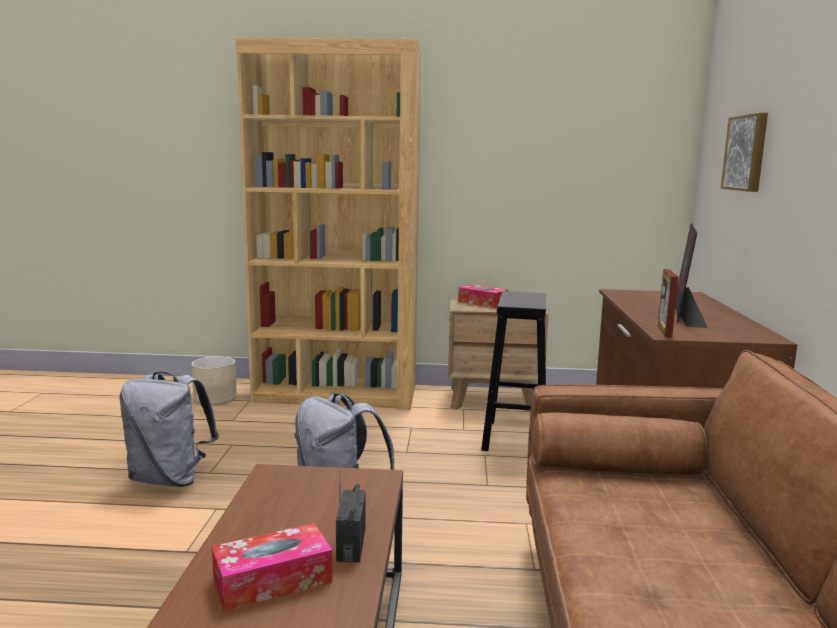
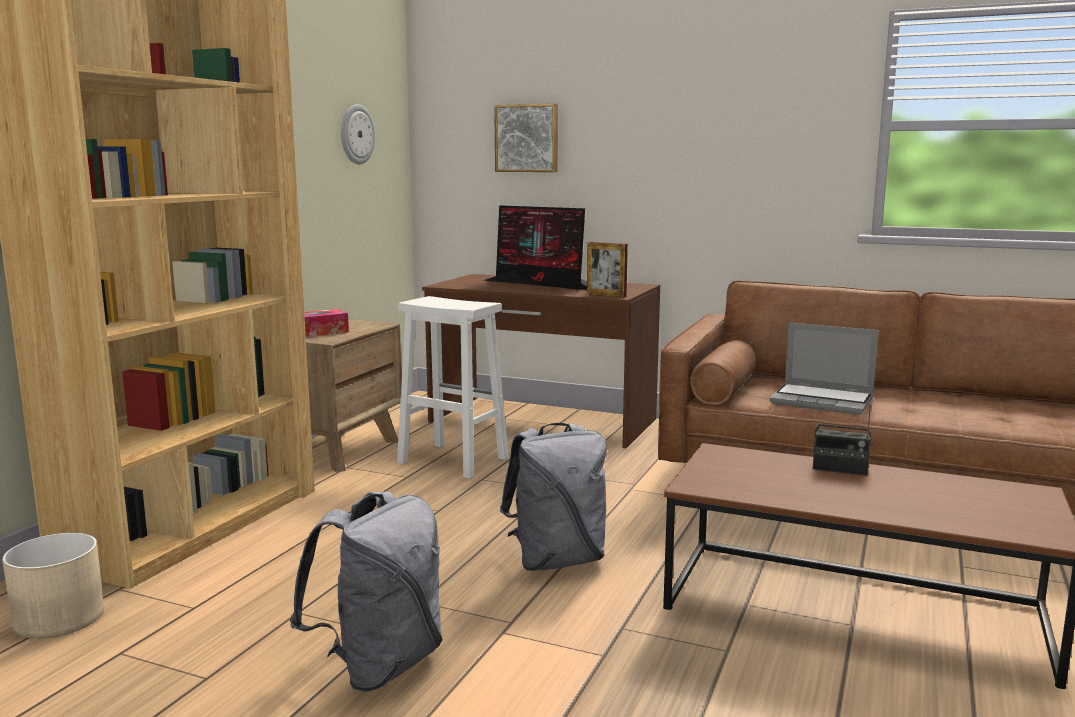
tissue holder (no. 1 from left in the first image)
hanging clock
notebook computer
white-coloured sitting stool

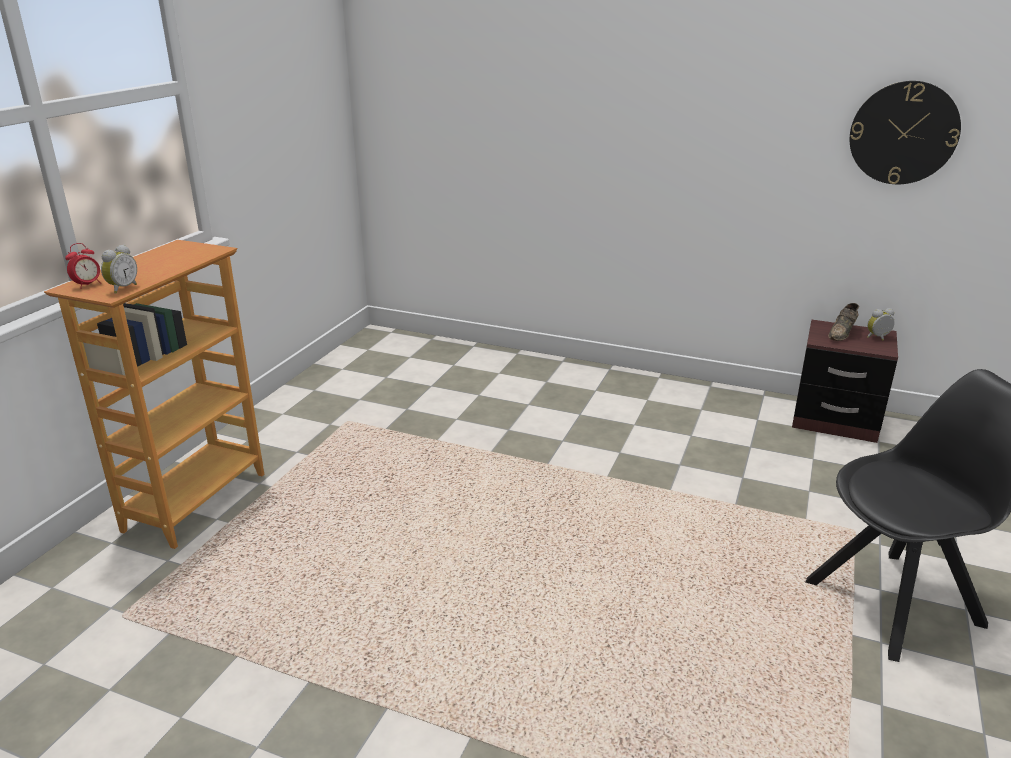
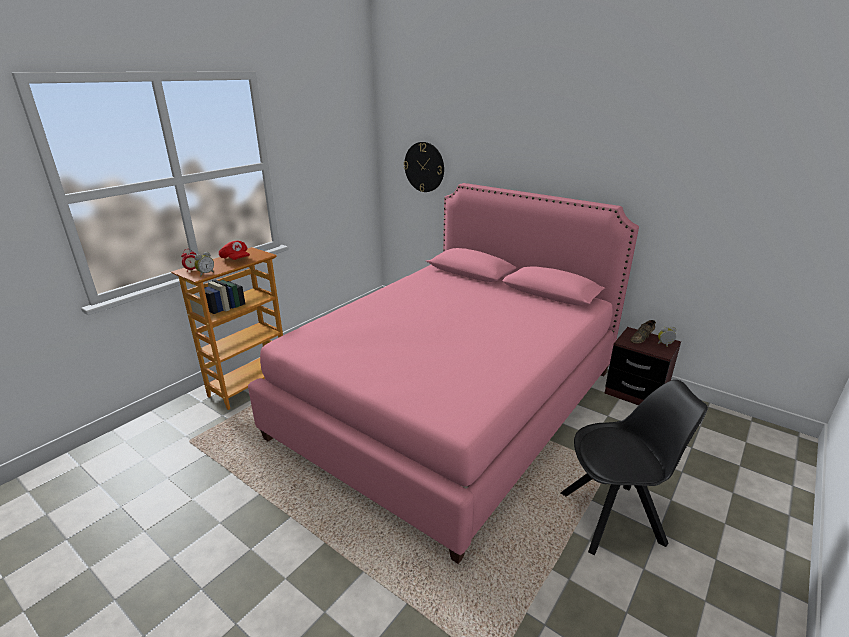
red peaked cap
pink-coloured sleeping bed
hanging clock

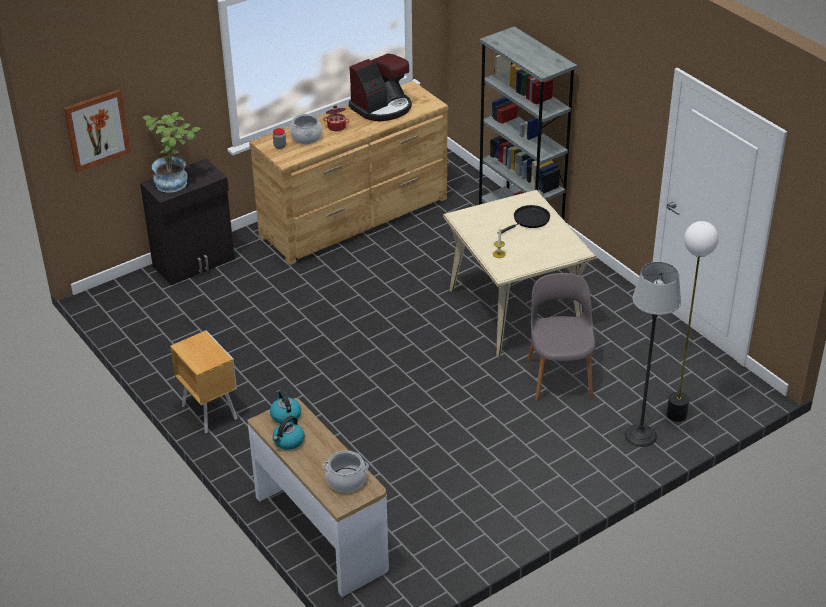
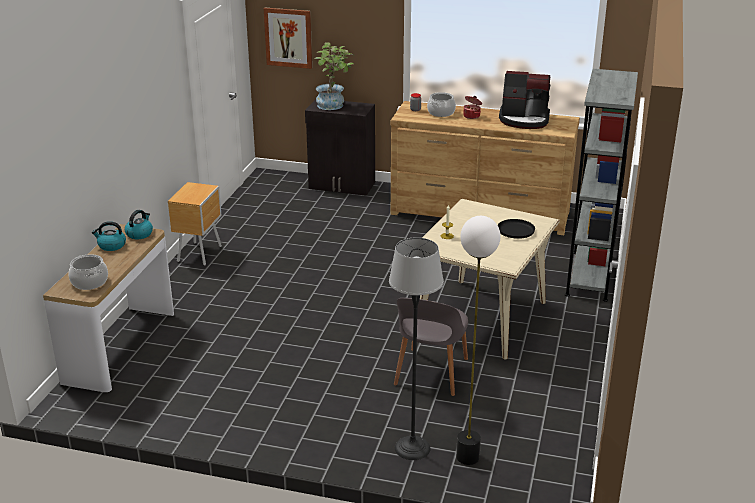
gray chair

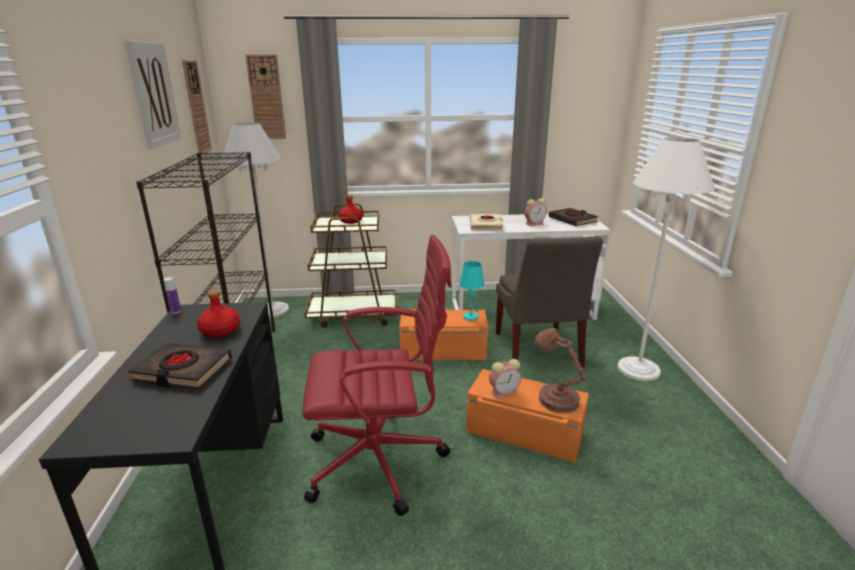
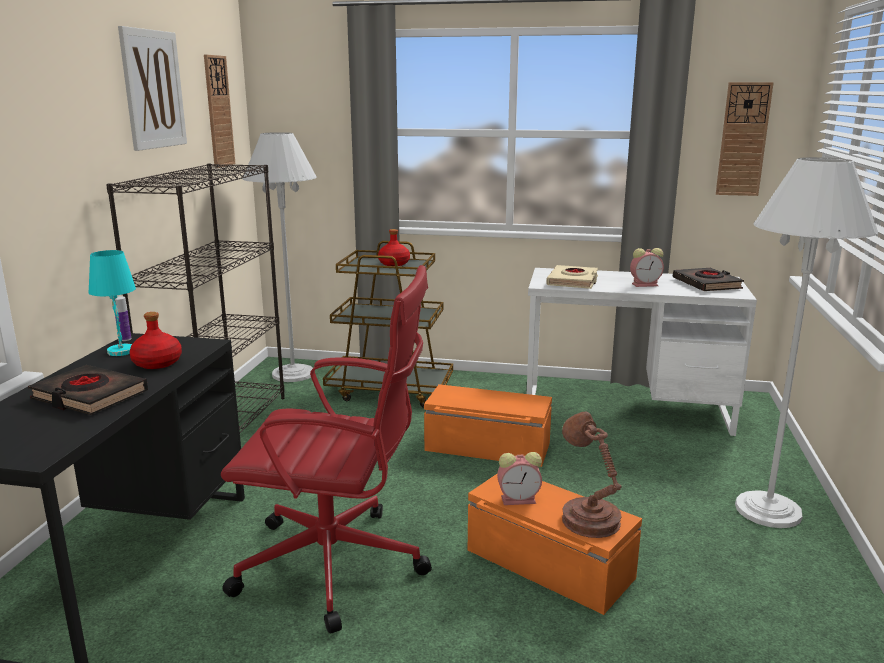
gray chair
hanging clock (no. 2 from left)
turquoise lamp for a table

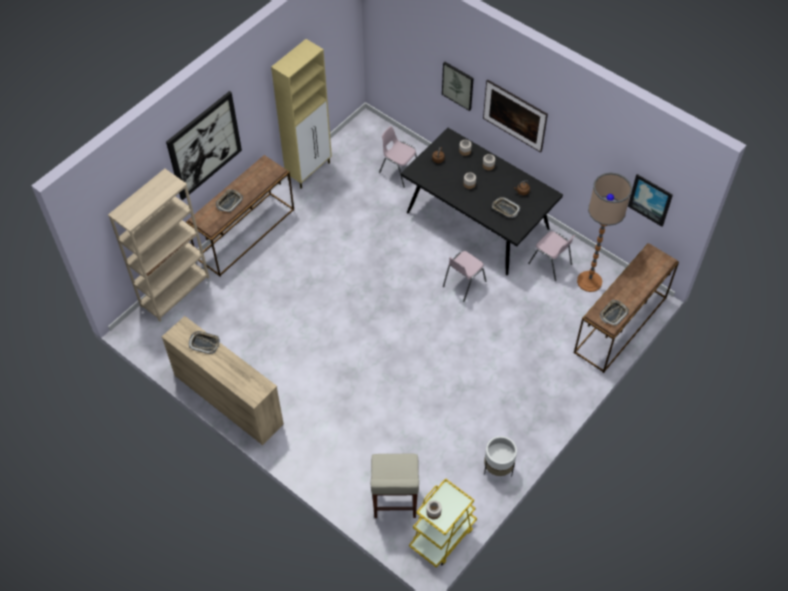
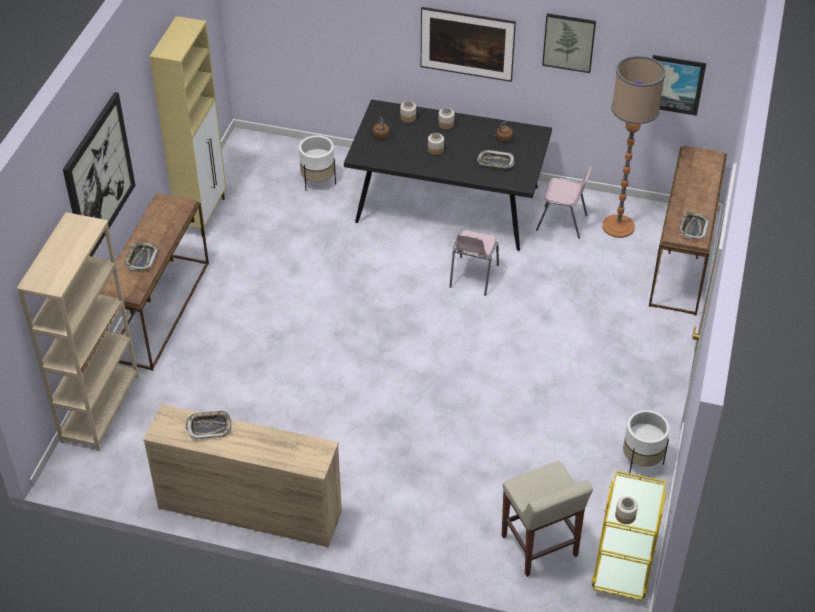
picture (no. 3 from left)
white-coloured plant pot (no. 1 from left)

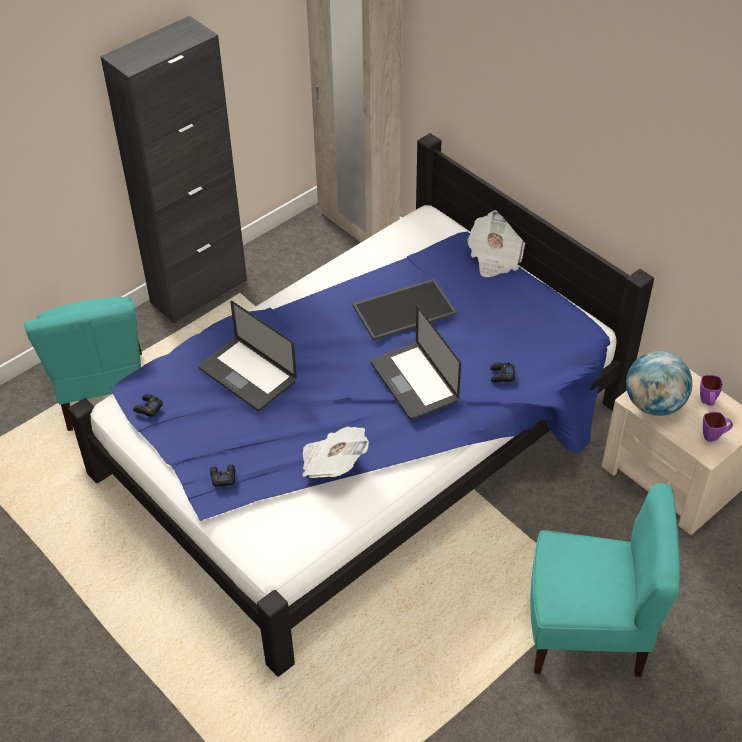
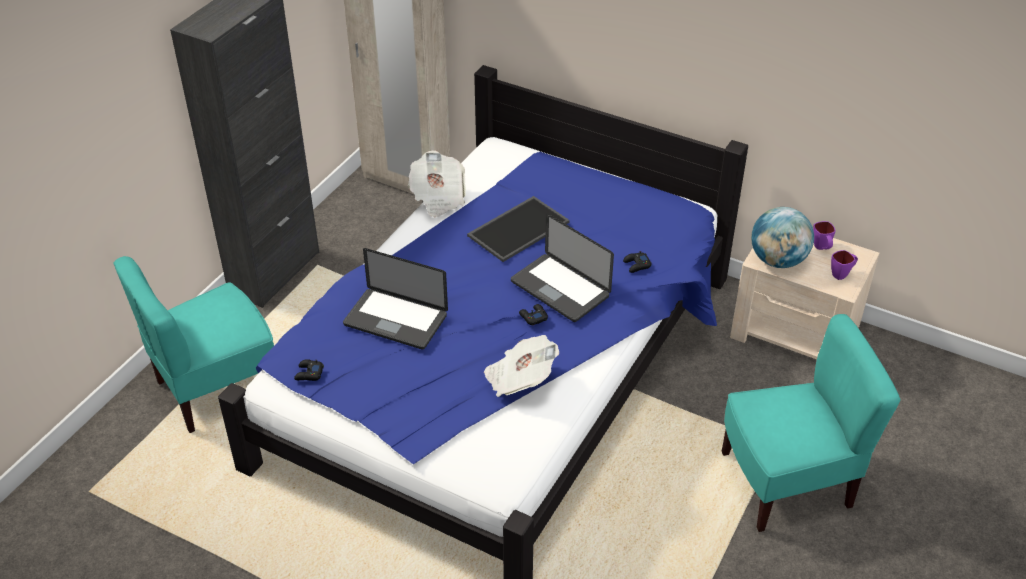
black-coloured gamepad (no. 2 from left)
newspaper (no. 1 from left)
turquoise chair (no. 1 from left)

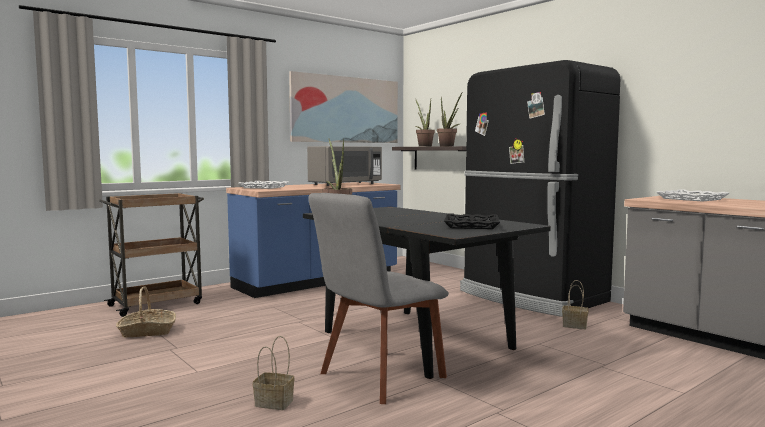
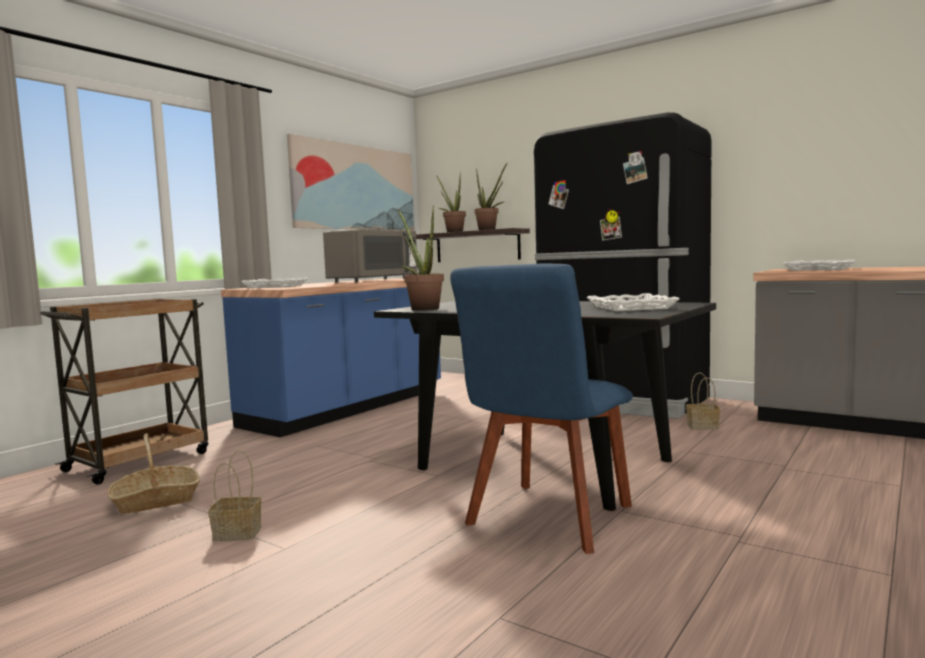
storage basket (no. 2 from left)
bluish chair
white-coloured serving tray (no. 2 from left)

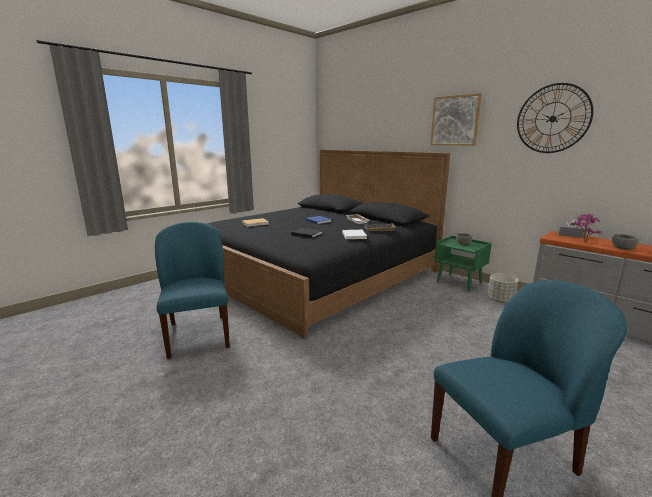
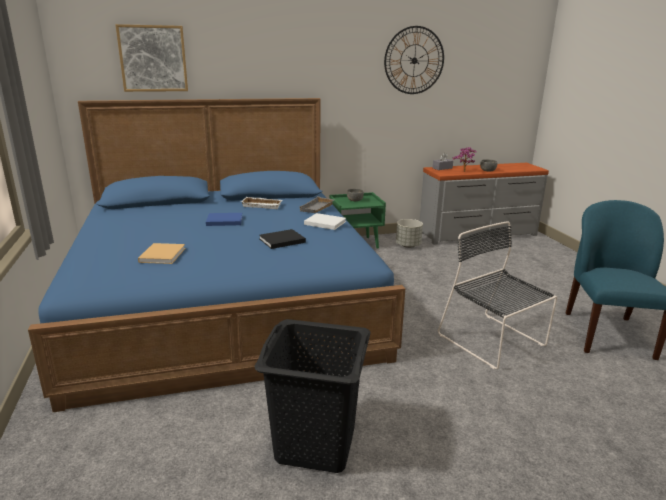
black-coloured chair
picture
black-coloured washing basket
bluish sleeping bed

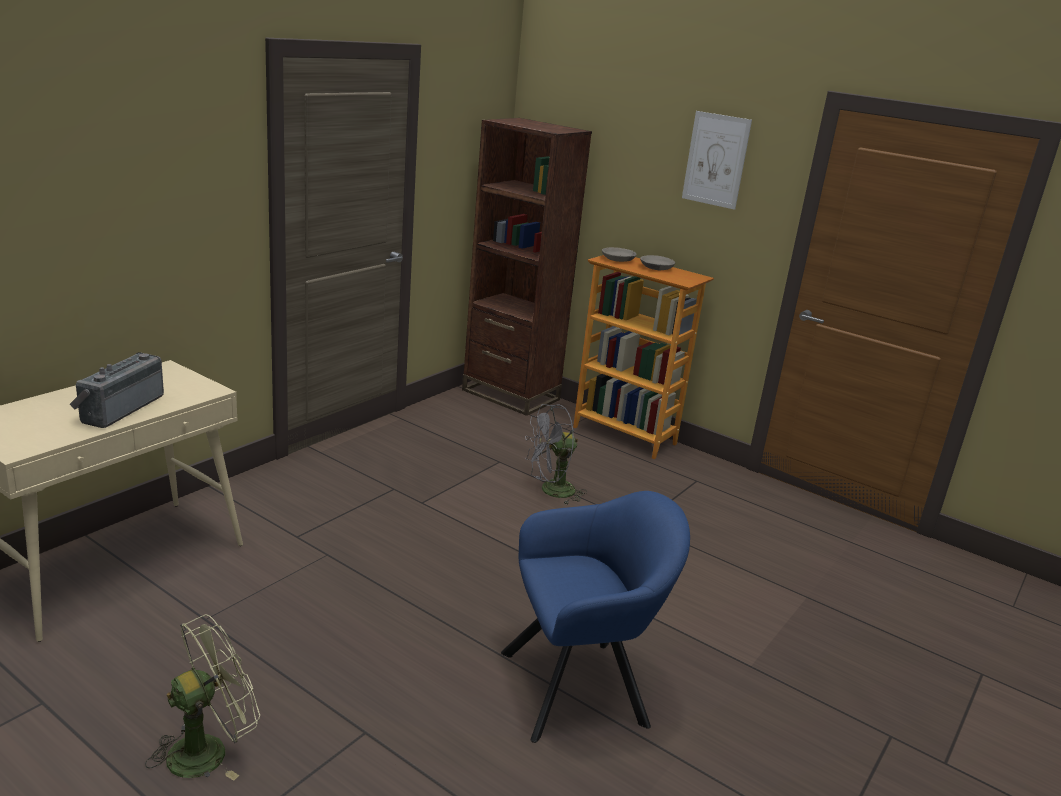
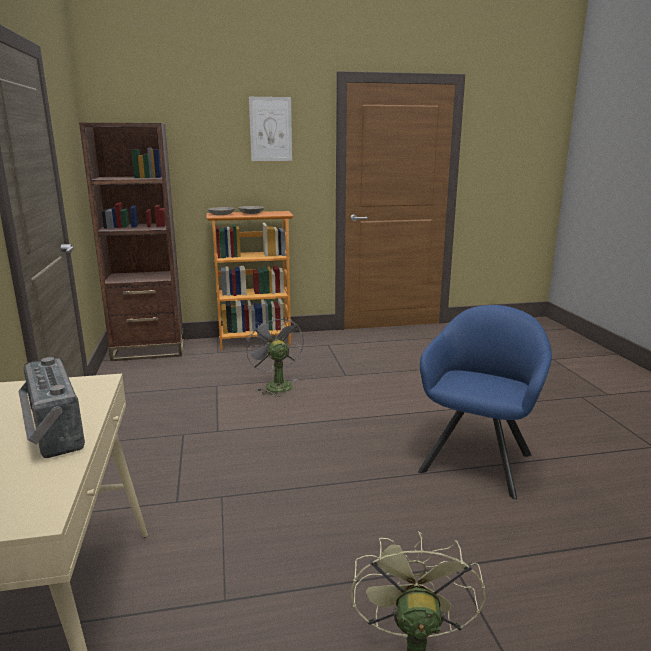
gray electric fan

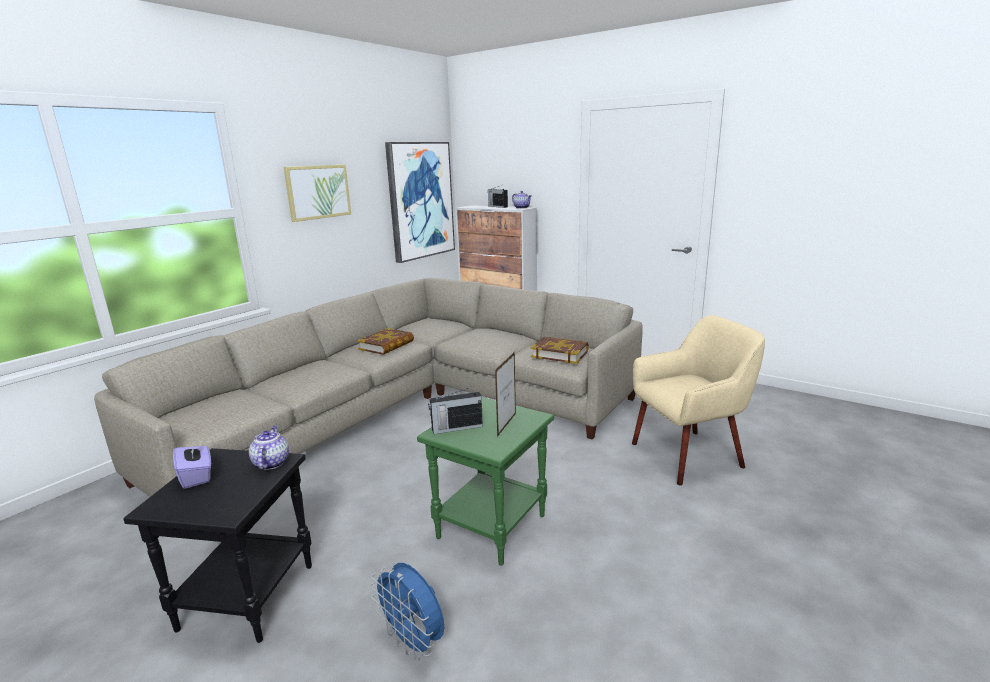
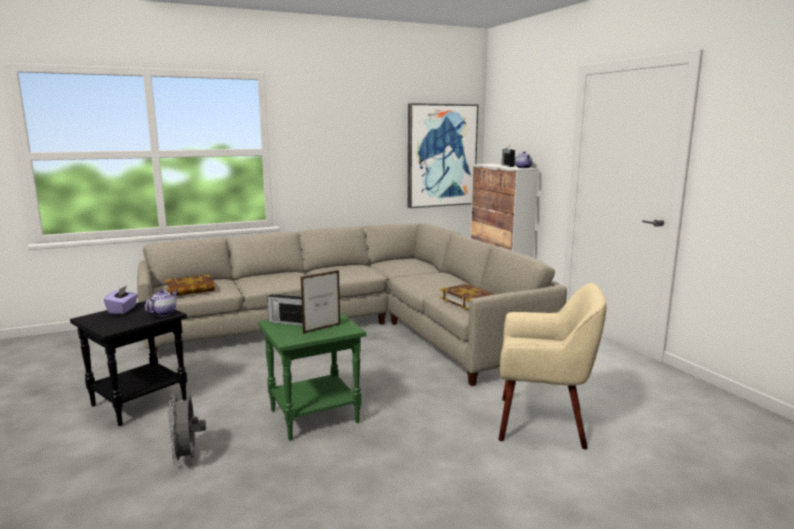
picture (no. 1 from left in the first image)
bound book (no. 1 from left)
gray electric fan

